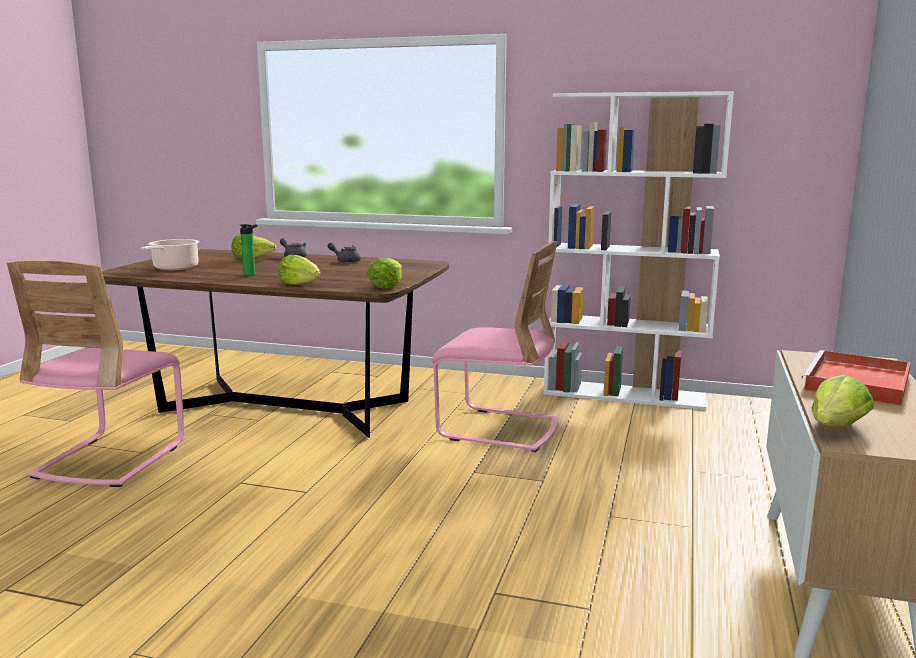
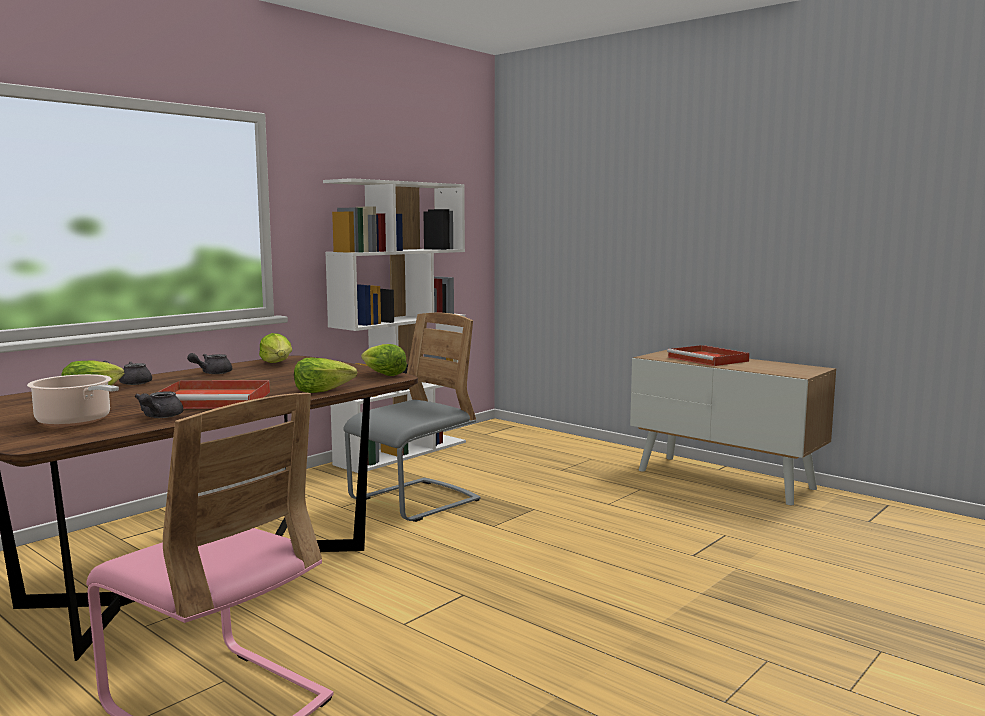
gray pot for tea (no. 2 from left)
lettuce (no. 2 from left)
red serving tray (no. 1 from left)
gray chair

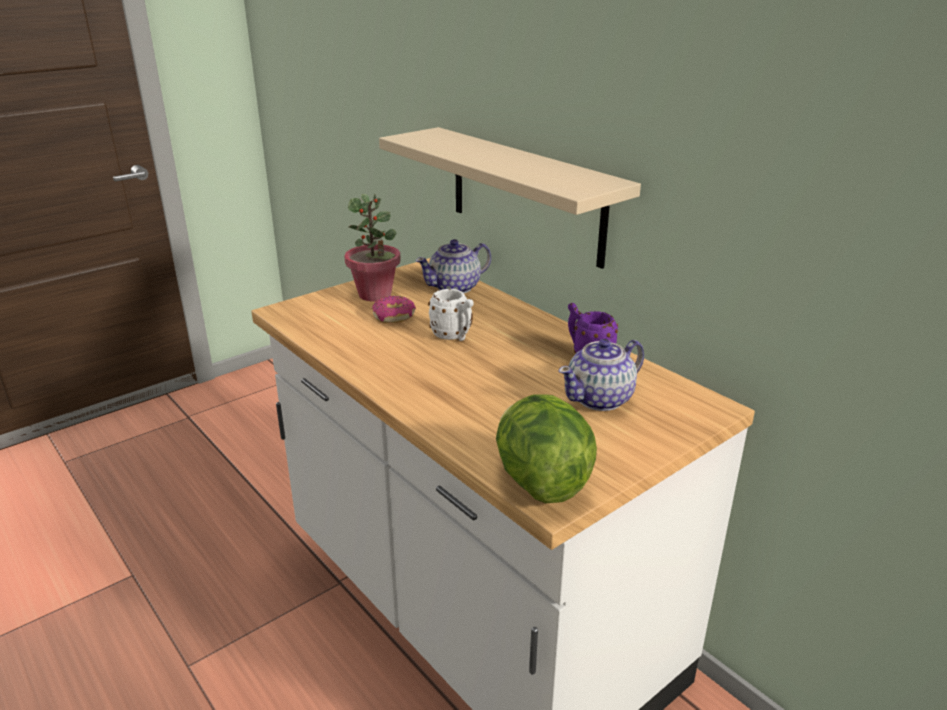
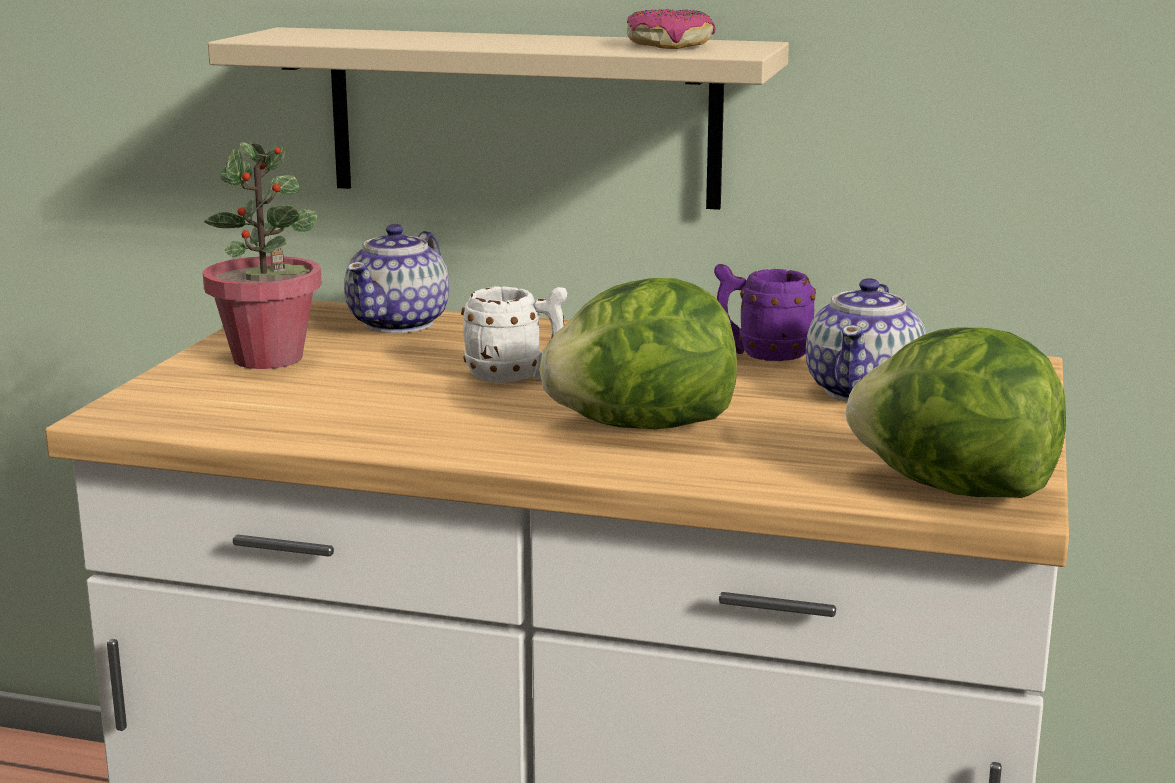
lettuce (no. 1 from left)
ring doughnut

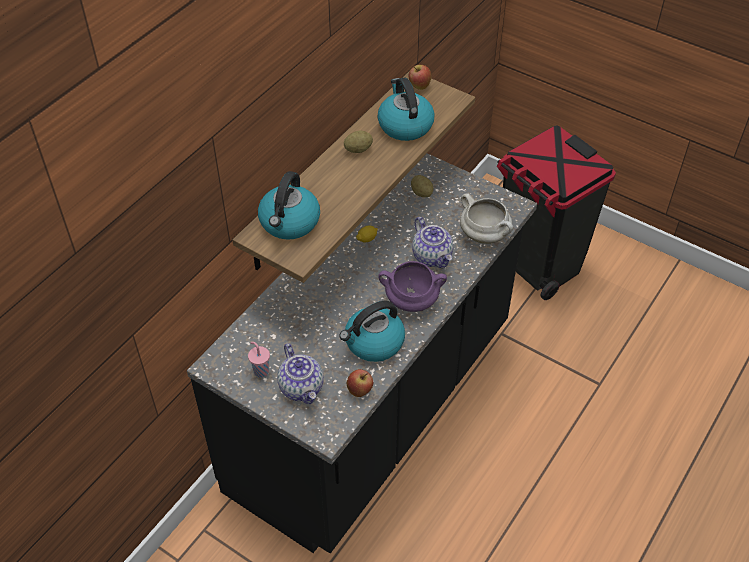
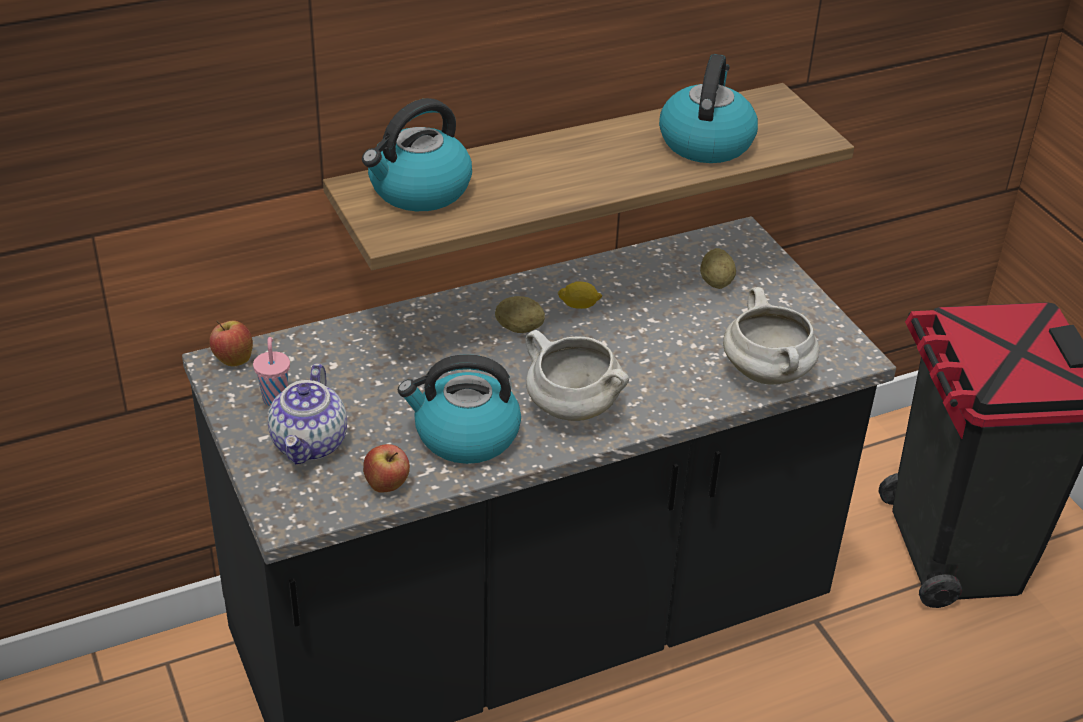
pot for tea (no. 2 from left in the first image)
potato (no. 1 from left)
apple fruit (no. 1 from left)
white-coloured cooking pot (no. 1 from left)

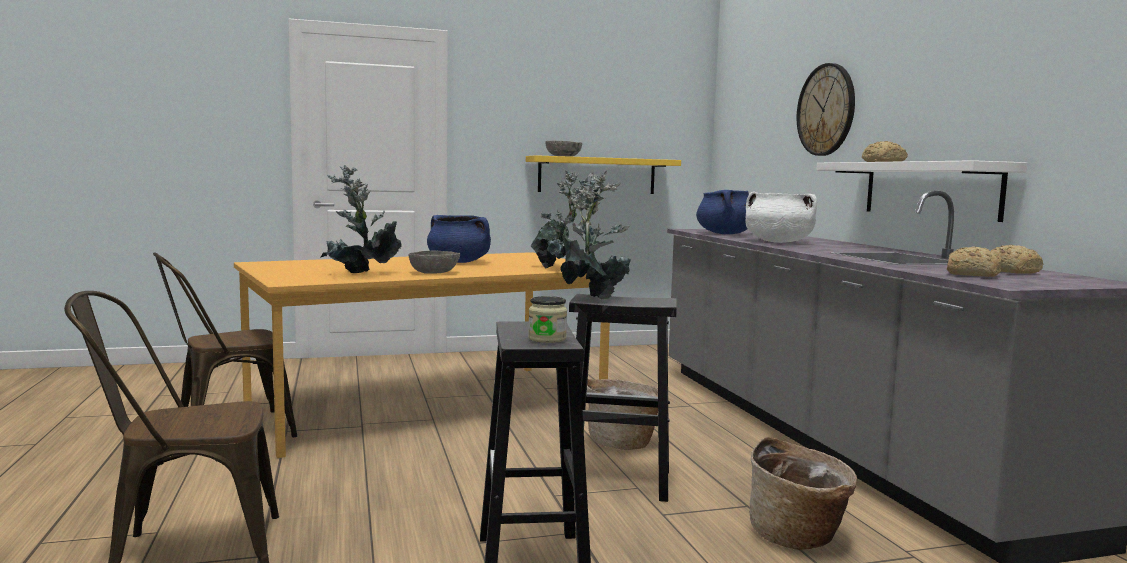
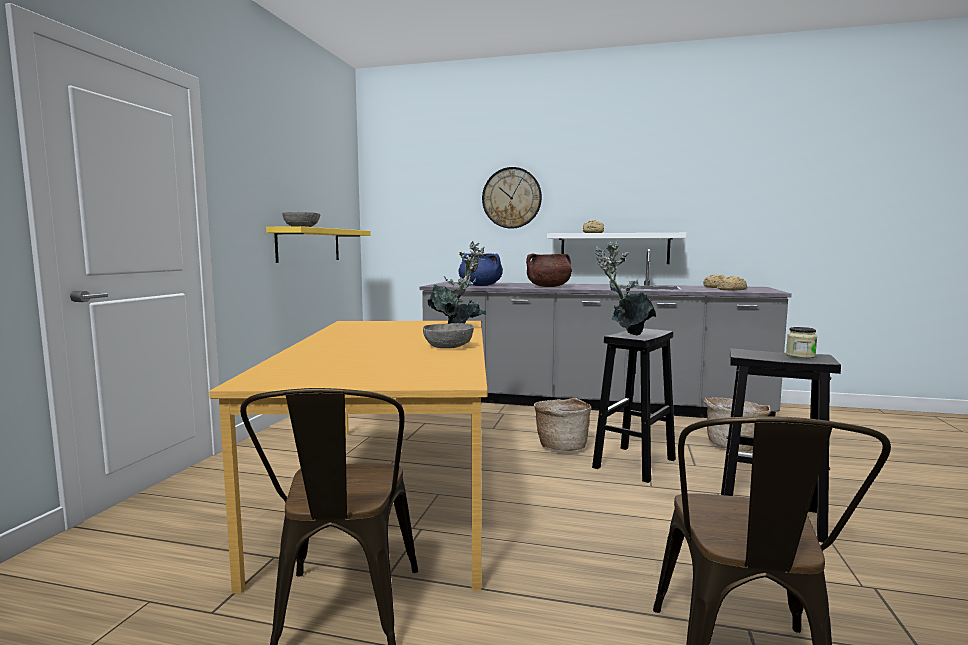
plant in a pot (no. 1 from left in the first image)
bluish cooking pot (no. 1 from left in the first image)
brownish cooking pot

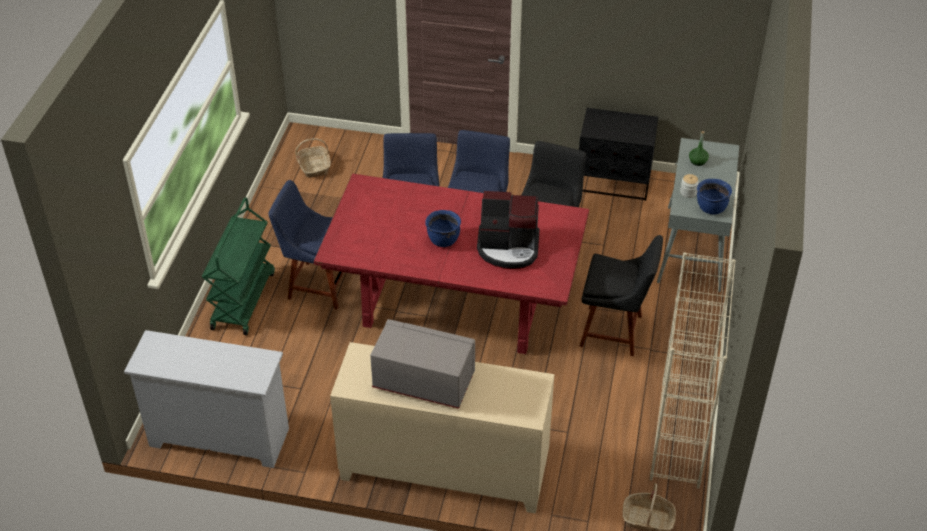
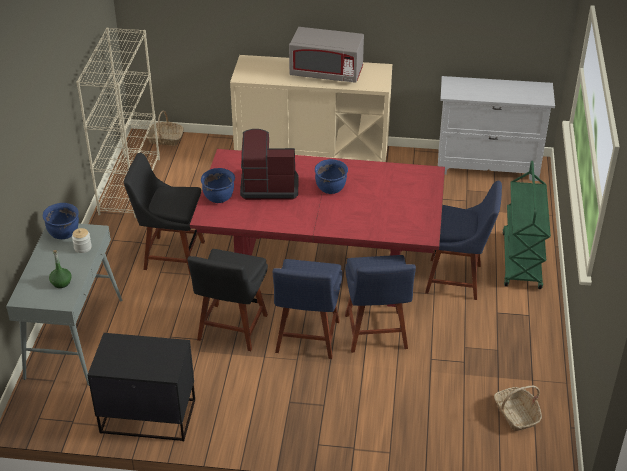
bluish cooking pot (no. 2 from left)

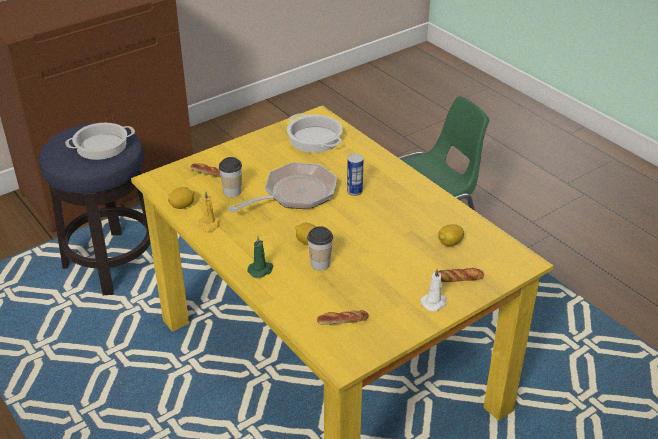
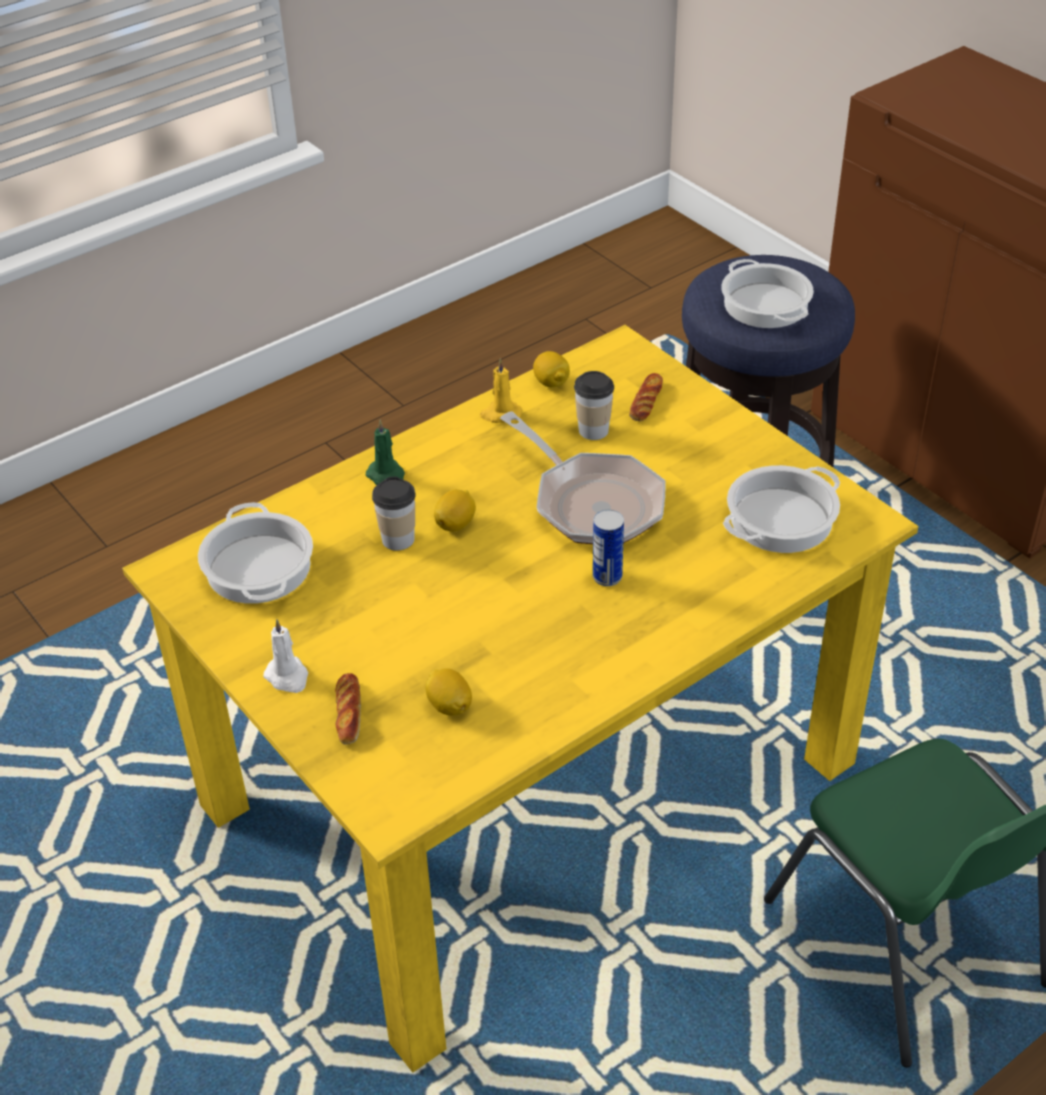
cooking pot (no. 1 from left)

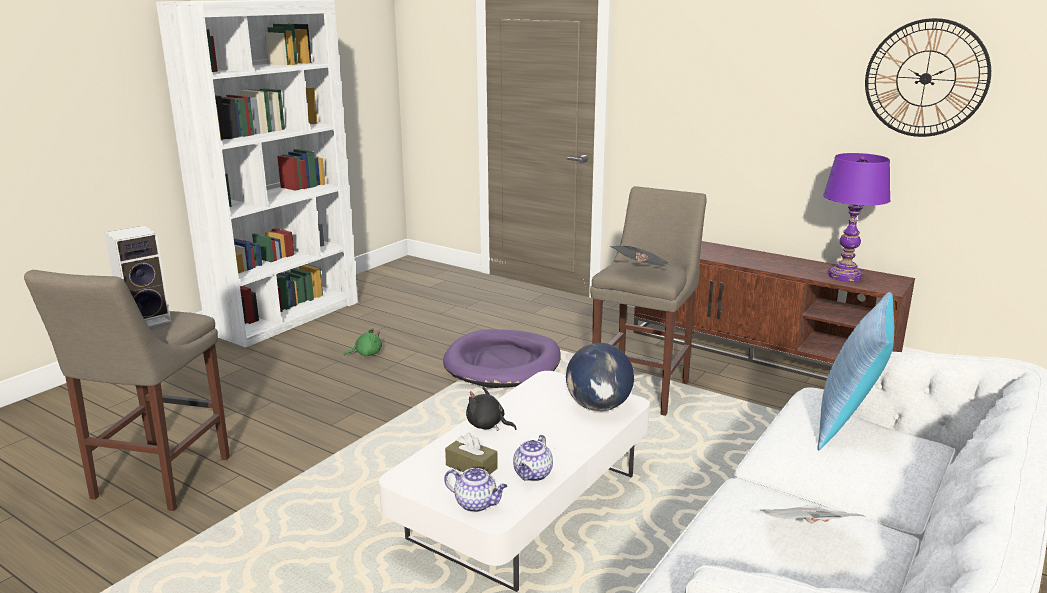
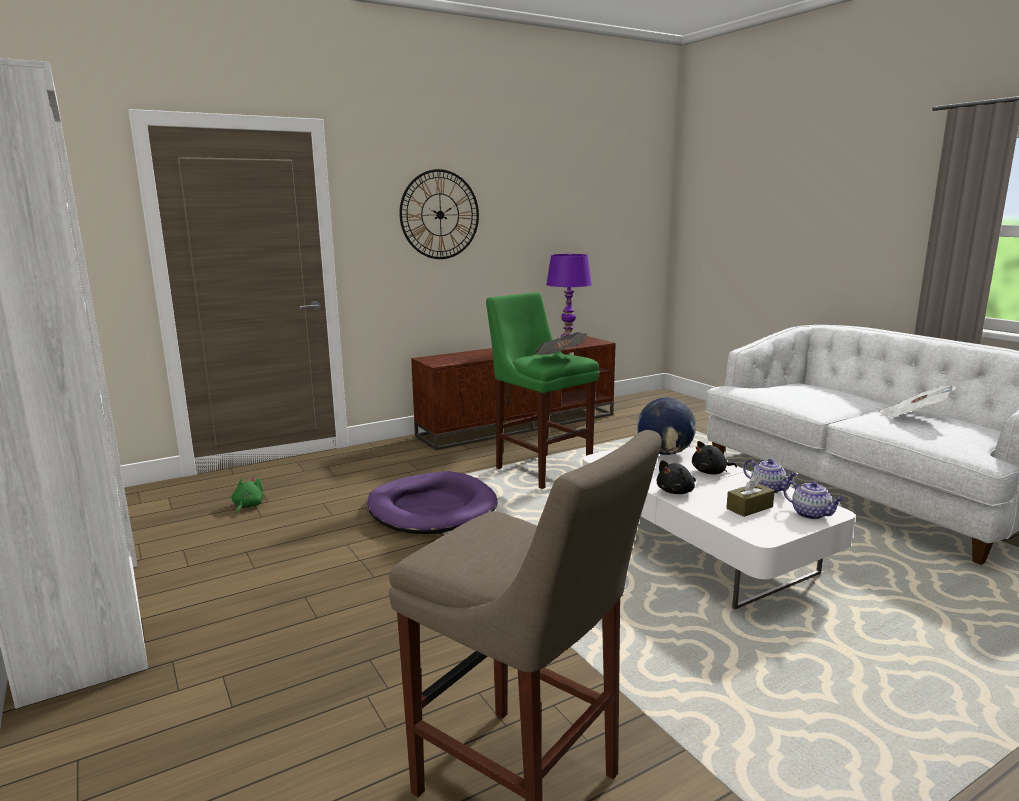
loudspeaker
cushion
black-coloured cuddly toy (no. 2 from left)
greenish cuddly toy
hanging clock
greenish sitting stool
pot for tea (no. 2 from left)

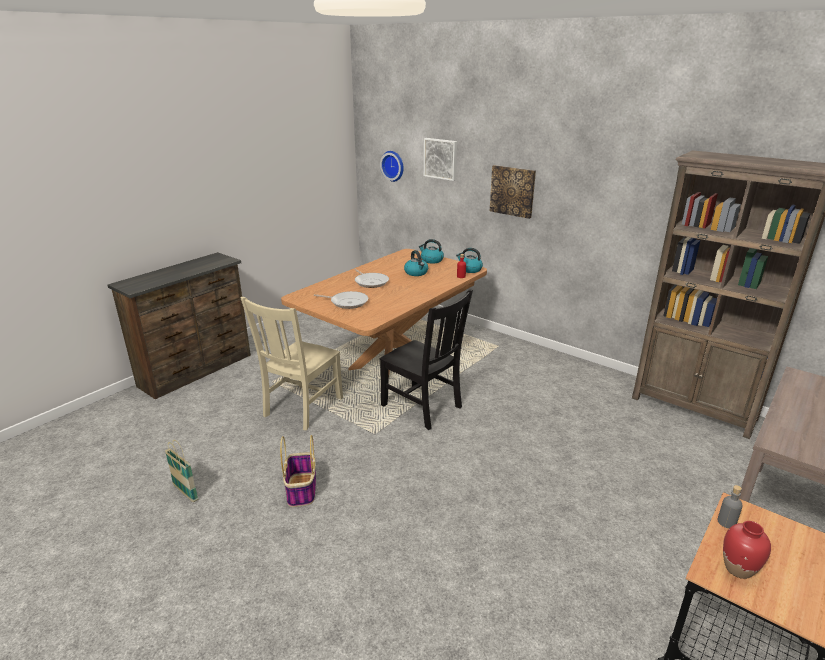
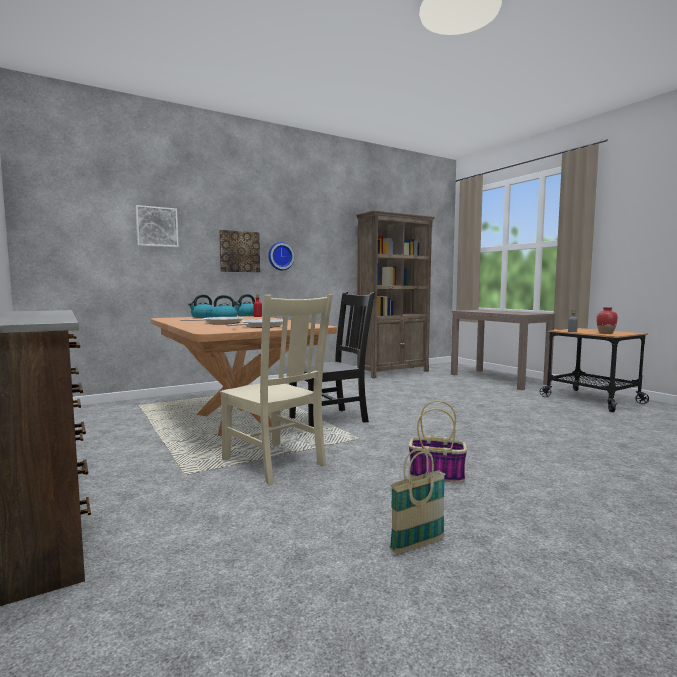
hanging clock

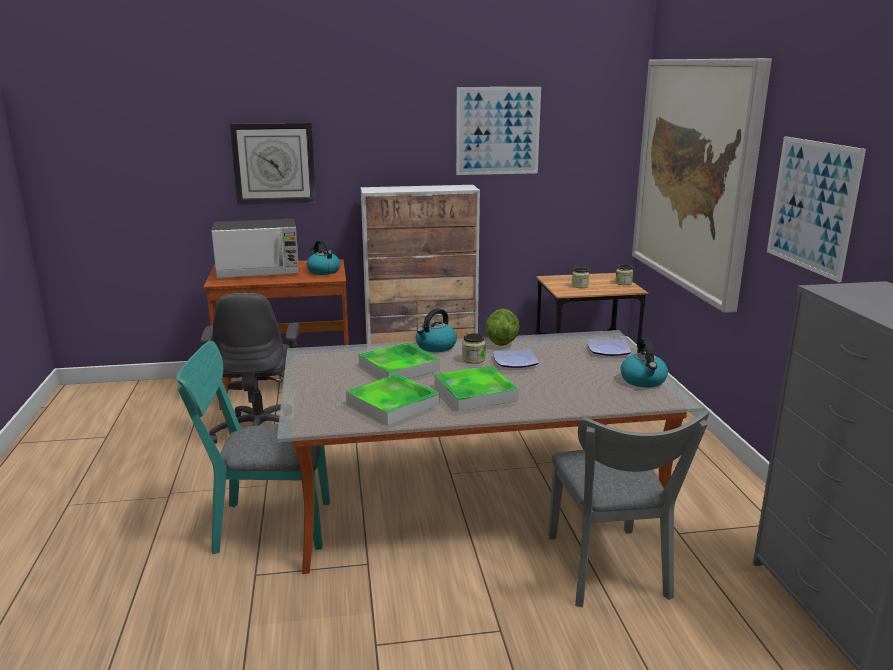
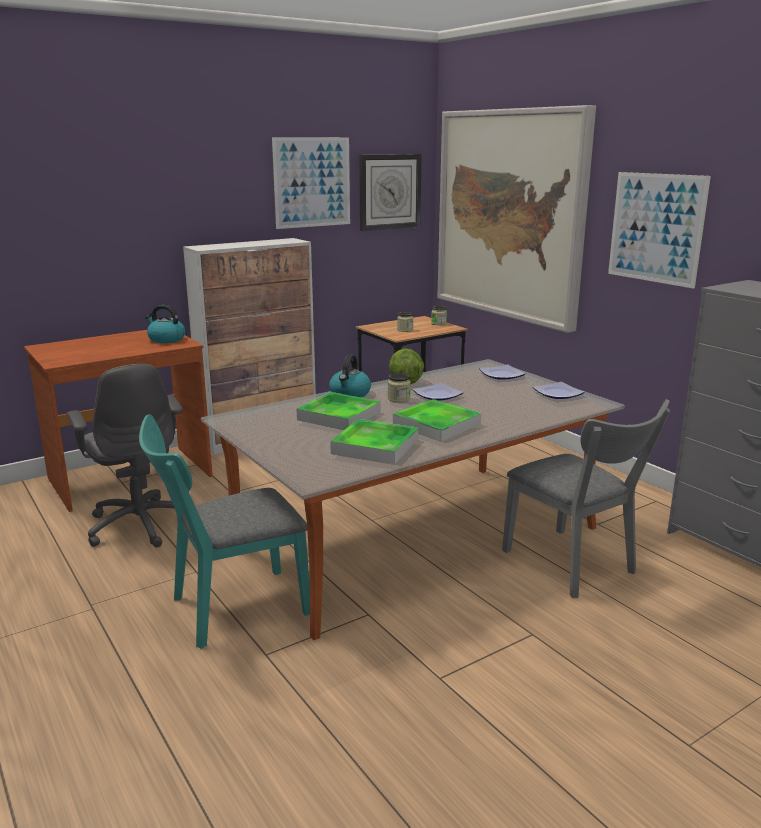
kitchen microwave
hanging clock
flat dish (no. 3 from left)

